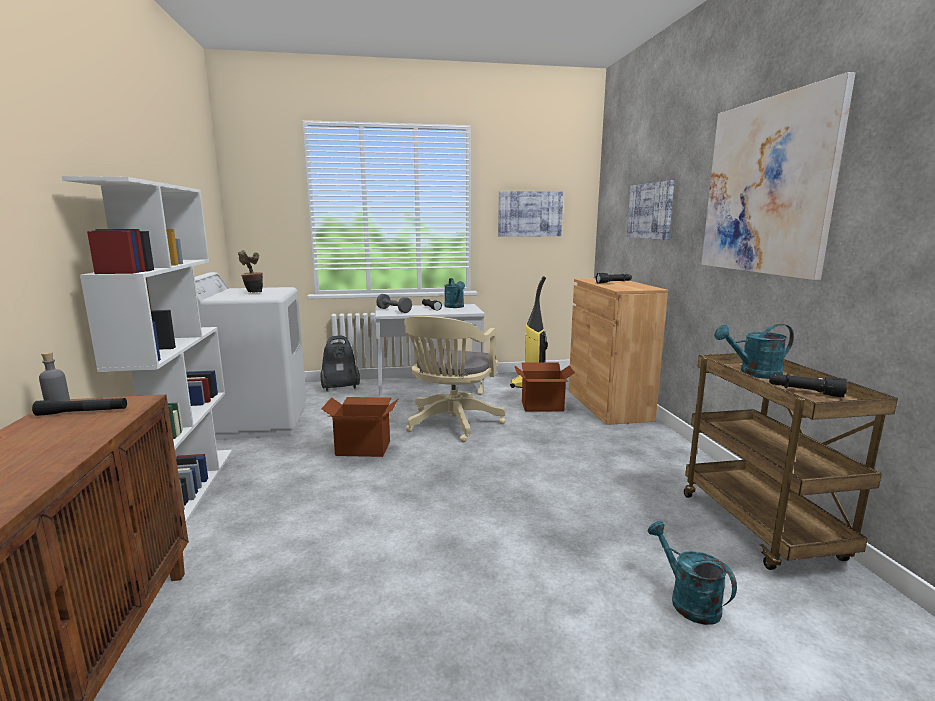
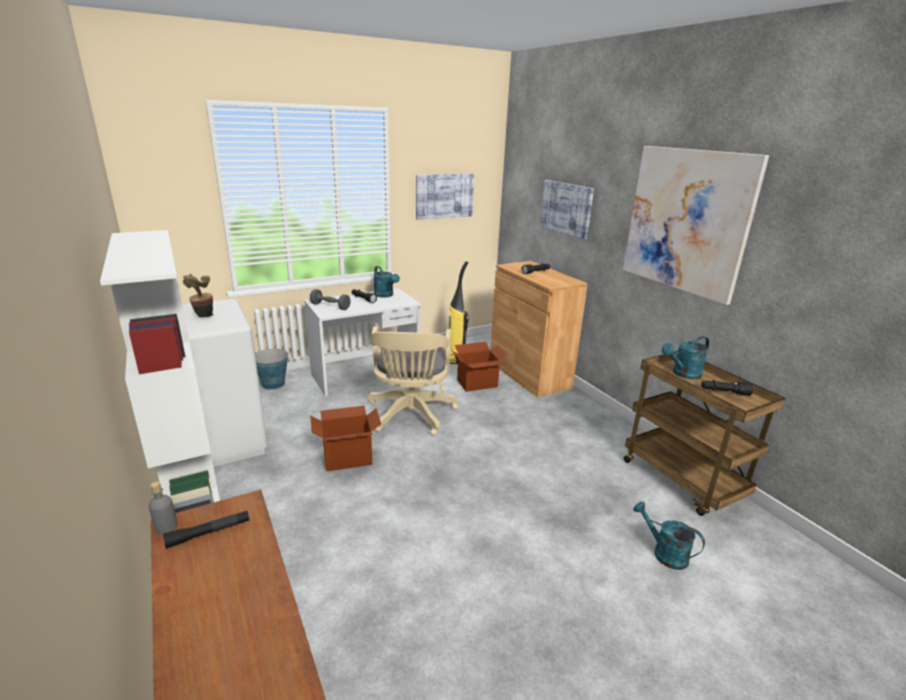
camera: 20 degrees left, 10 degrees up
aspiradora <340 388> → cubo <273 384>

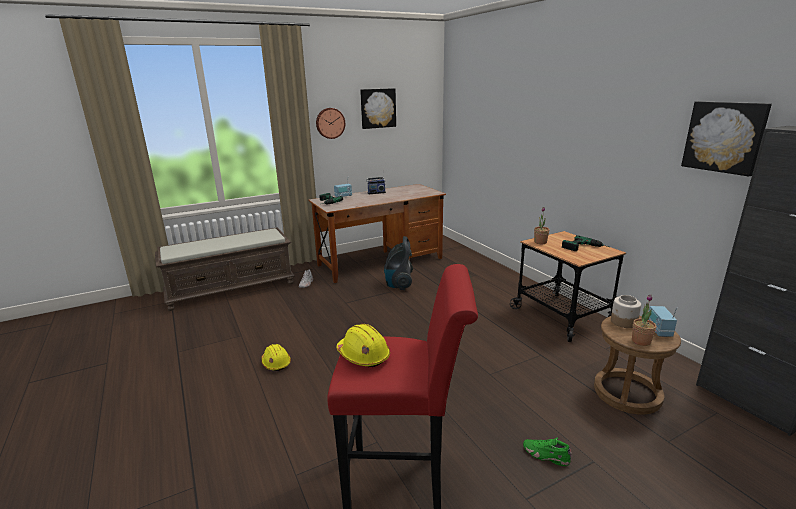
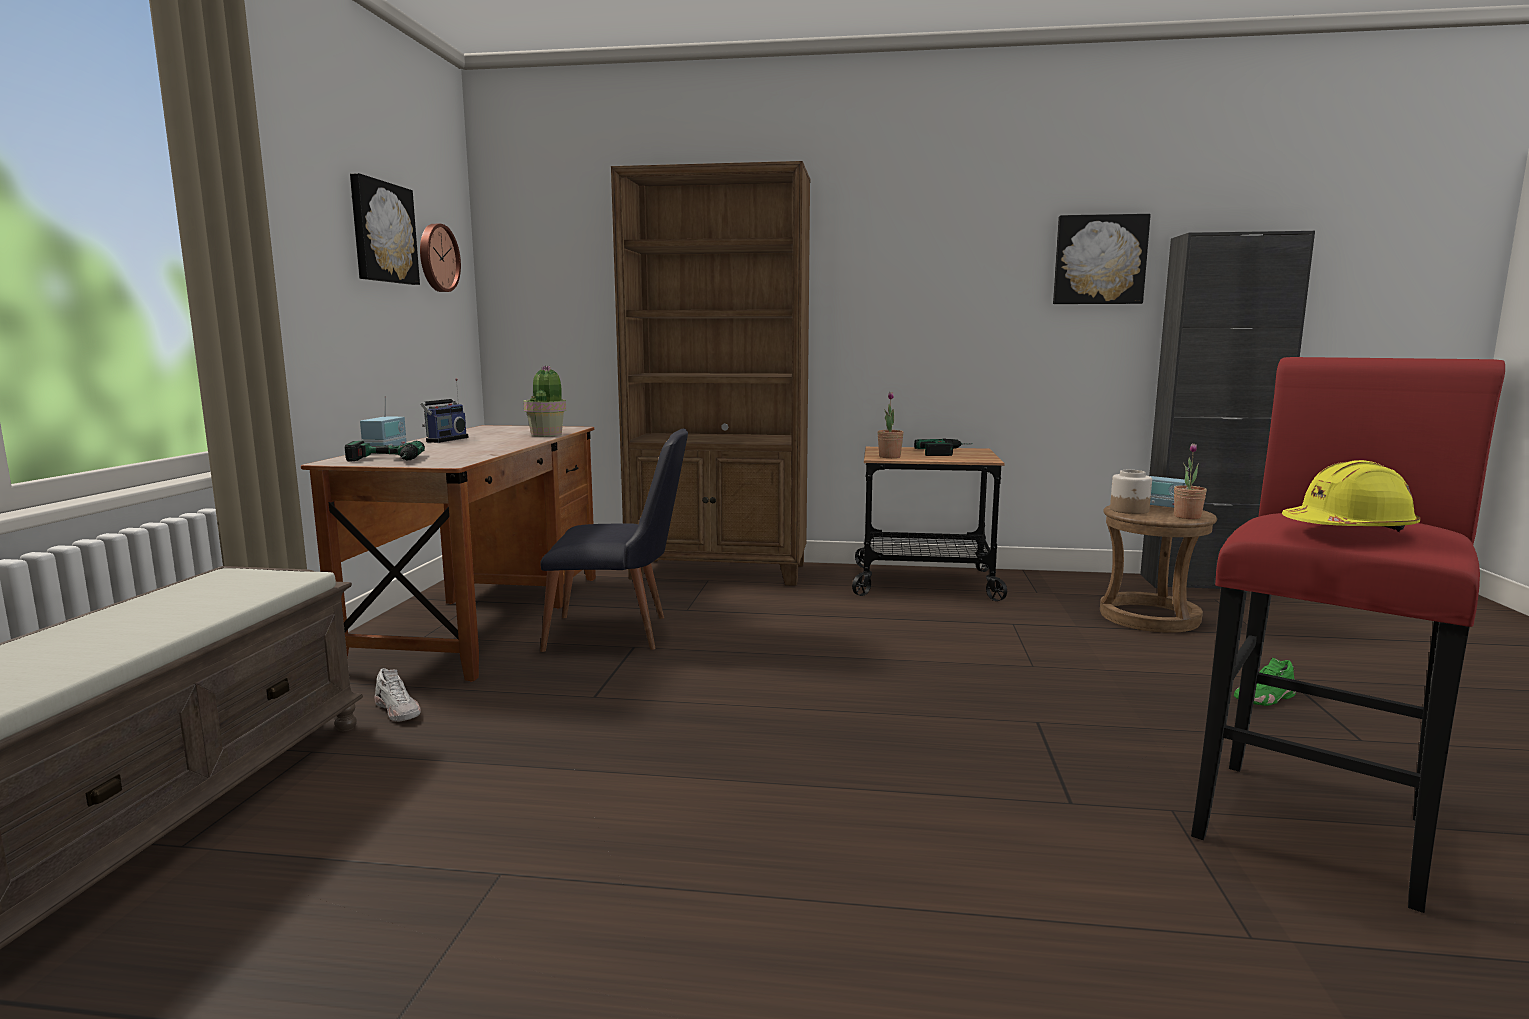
camera: 55 degrees left, 10 degrees down
reloj de pared <330 123> → reloj de pared <437 258>, shifted
- → planta en maceta <547 434>
aspiradora <398 284> → silla/negro <620 633>
- → estantería/marrón <720 572>
casco/amarillo <276 363> → -

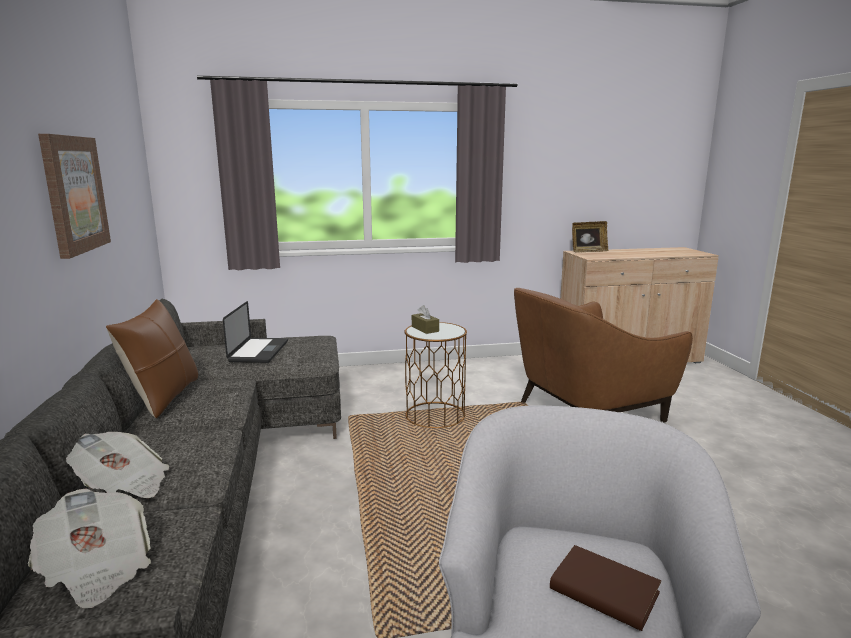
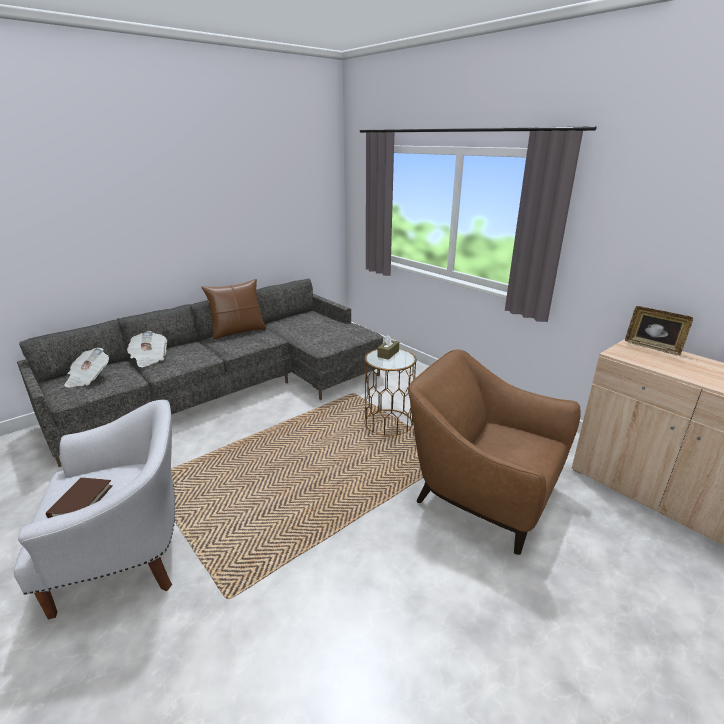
camera: 60 degrees right, 10 degrees up
cuadro <74 194> → -
portátil <259 351> → -

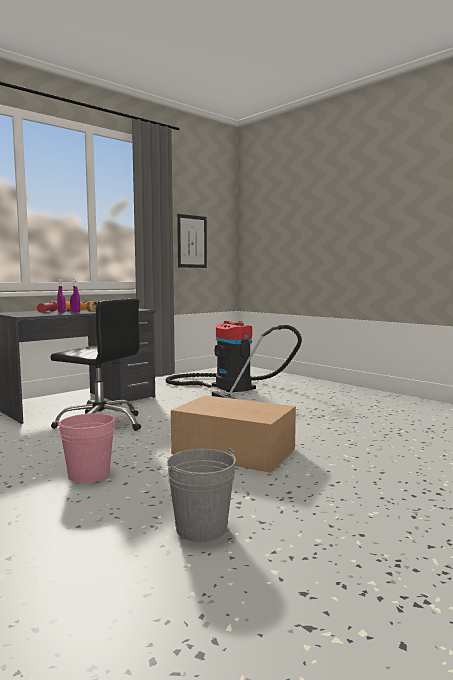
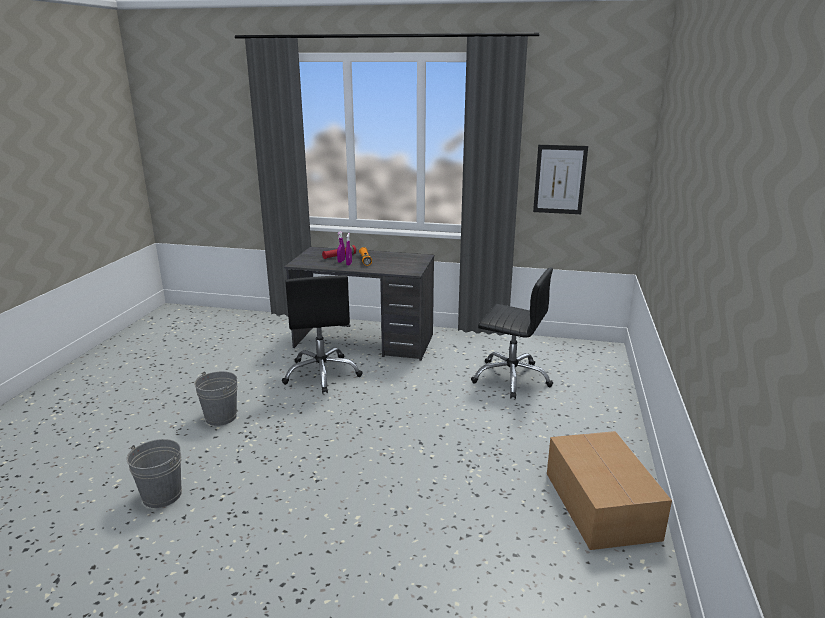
camera: 55 degrees right, 15 degrees up
cubo/rosa <89 474> → cubo/gris <221 417>
aspiradora <229 387> → silla de oficina/negro <511 378>
caja de cartón <235 451> → caja de cartón <600 506>, shifted

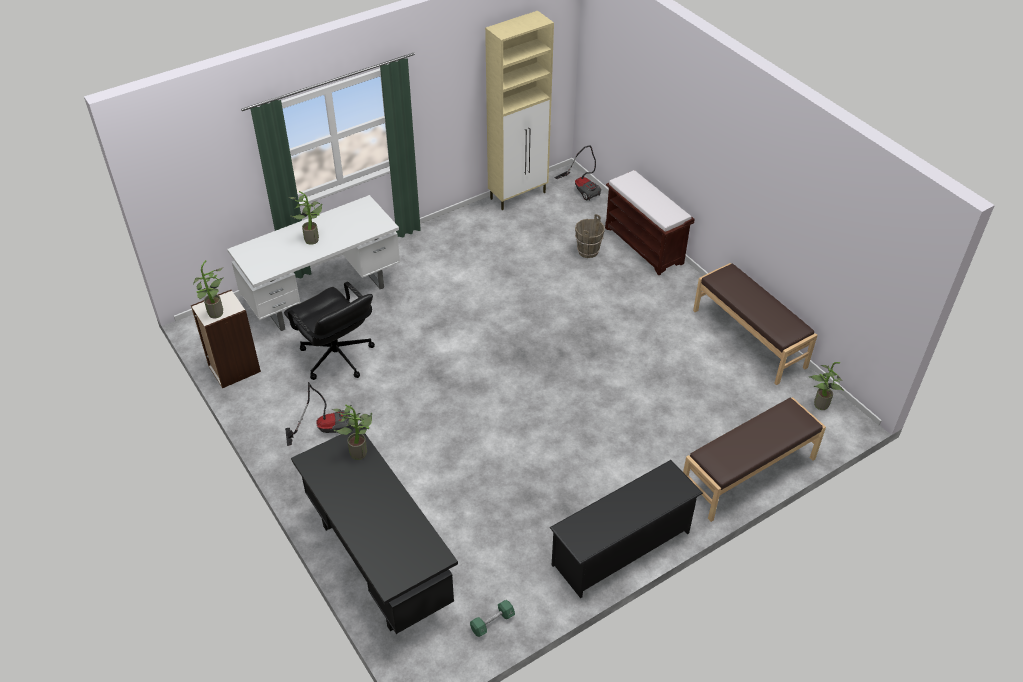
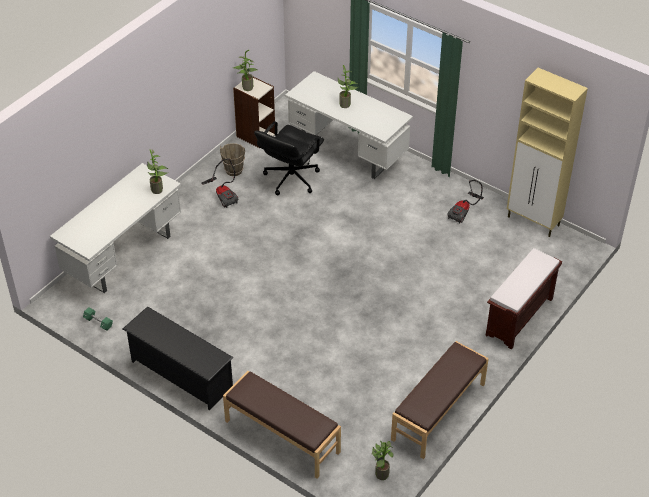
camera: 70 degrees right, 0 degrees up
escritorio/negro <378 564> → escritorio/blanco <124 256>
cubo/marrón <587 251> → cubo/marrón <234 170>, shifted
aspiradora <582 188> → aspiradora <464 211>, shifted

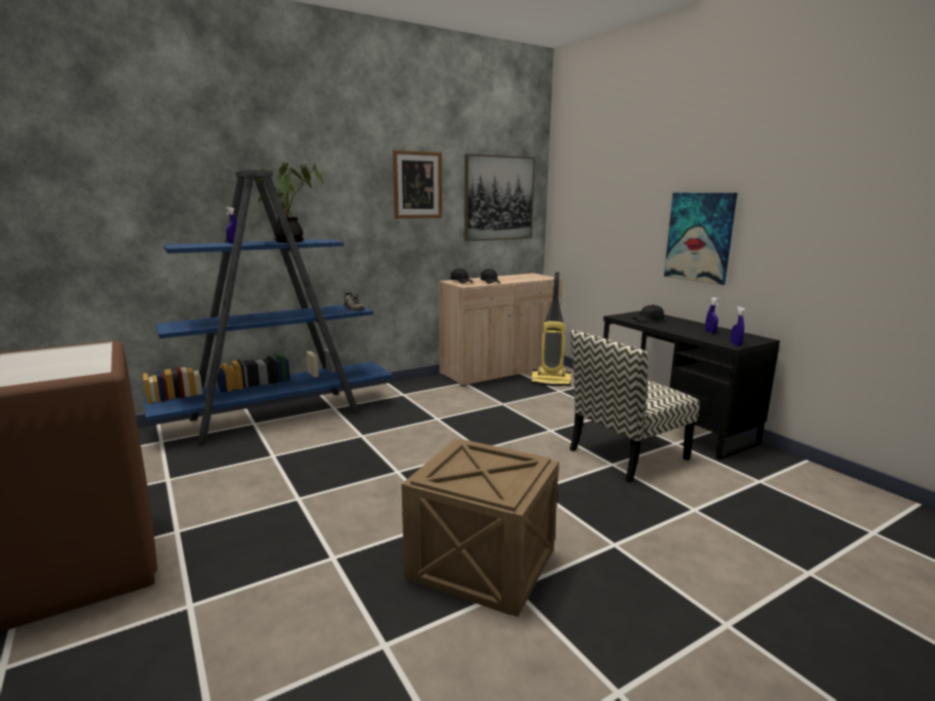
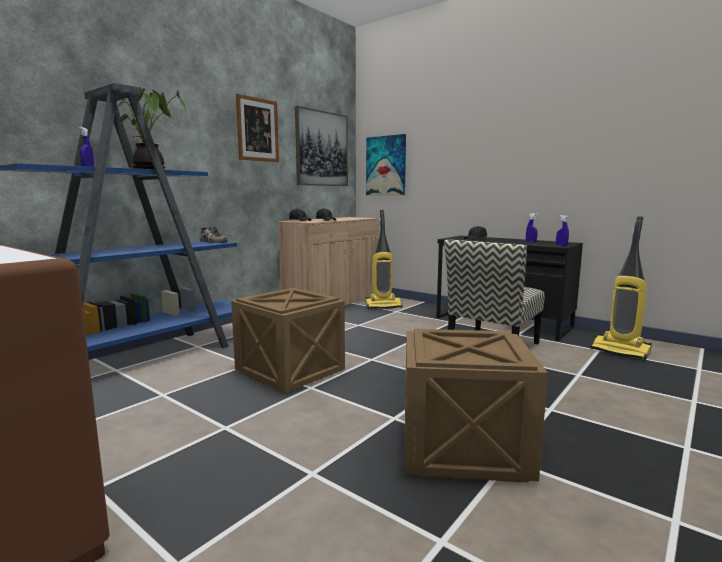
camera: 20 degrees left, 5 degrees down
- → caja de embalaje <289 371>
cuadro <699 237> → cuadro <386 165>, shifted
- → aspiradora <621 351>

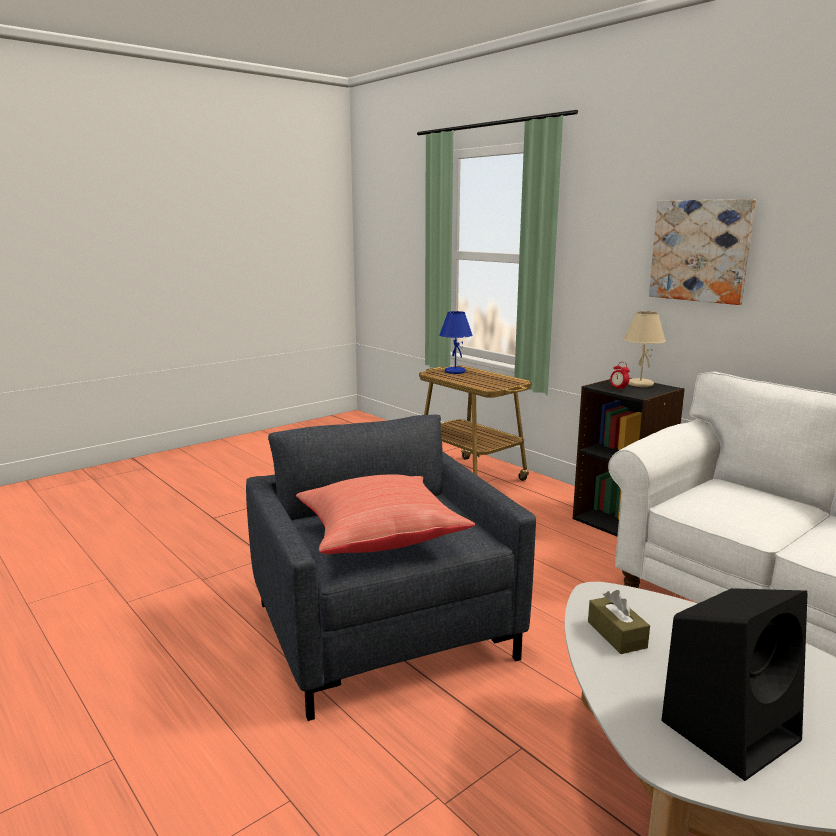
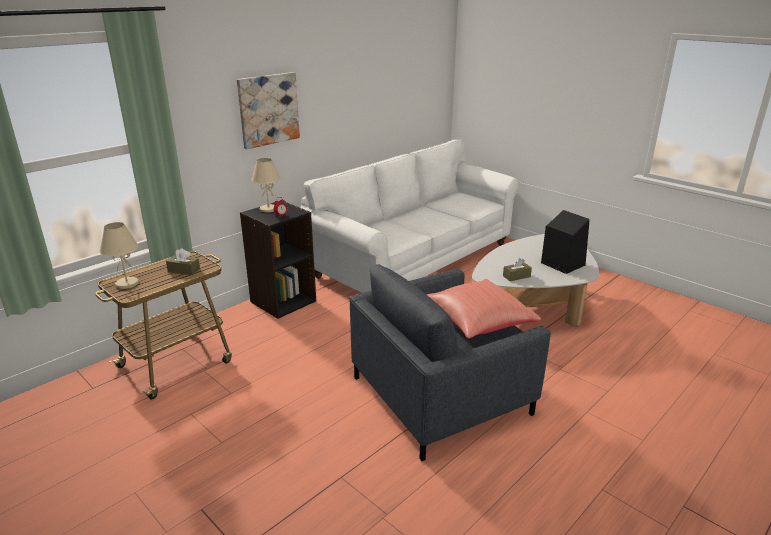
camera: 95 degrees left, 10 degrees up
lámpara de mesa/azul <454 371> → lámpara de mesa/beis <127 284>
- → caja de pañuelos/marrón <184 270>

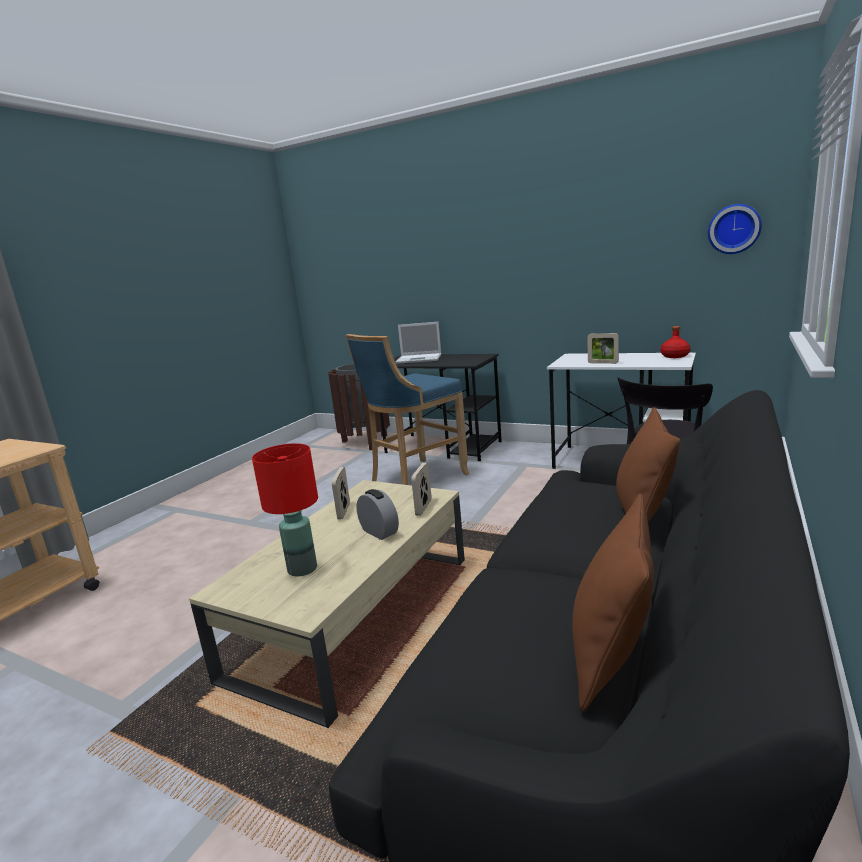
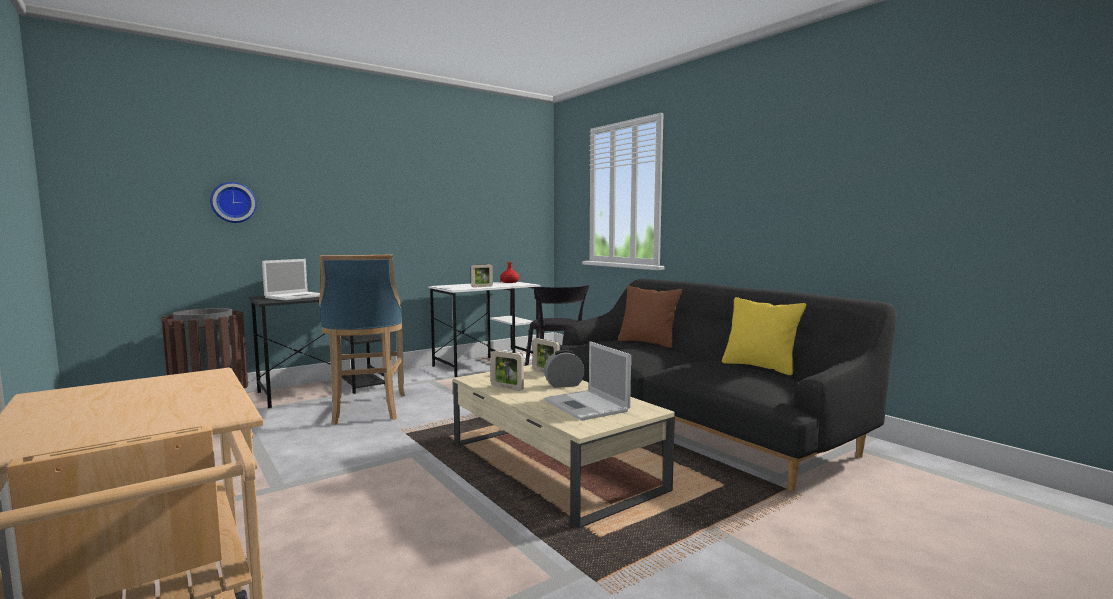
camera: 65 degrees left, 10 degrees down
reloj de pared <734 229> → reloj de pared <233 202>, shifted
lámpara de mesa/rojo <302 569> → portátil <587 406>
cojín/marrón <611 657> → cojín/amarillo <760 367>

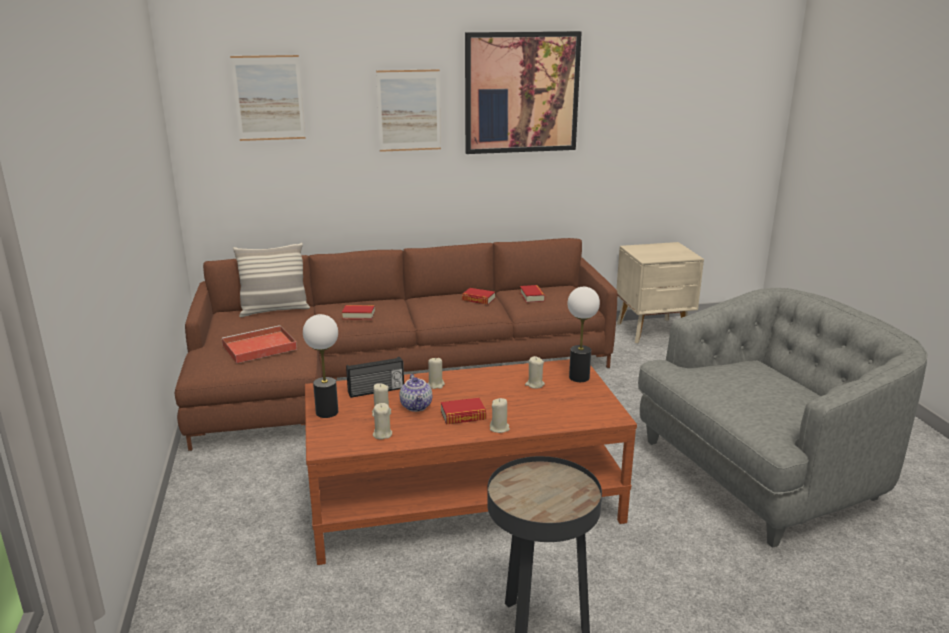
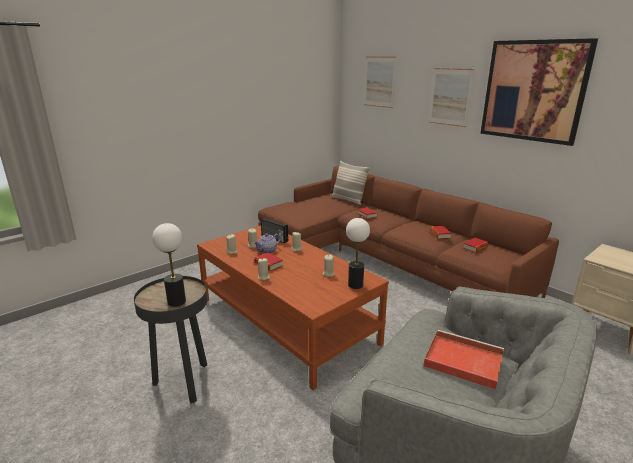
camera: 60 degrees right, 0 degrees up
lámpara de mesa <327 412> → lámpara de mesa <176 301>, shifted
bandeja/rojo <258 348> → bandeja/rojo <461 360>, shifted

